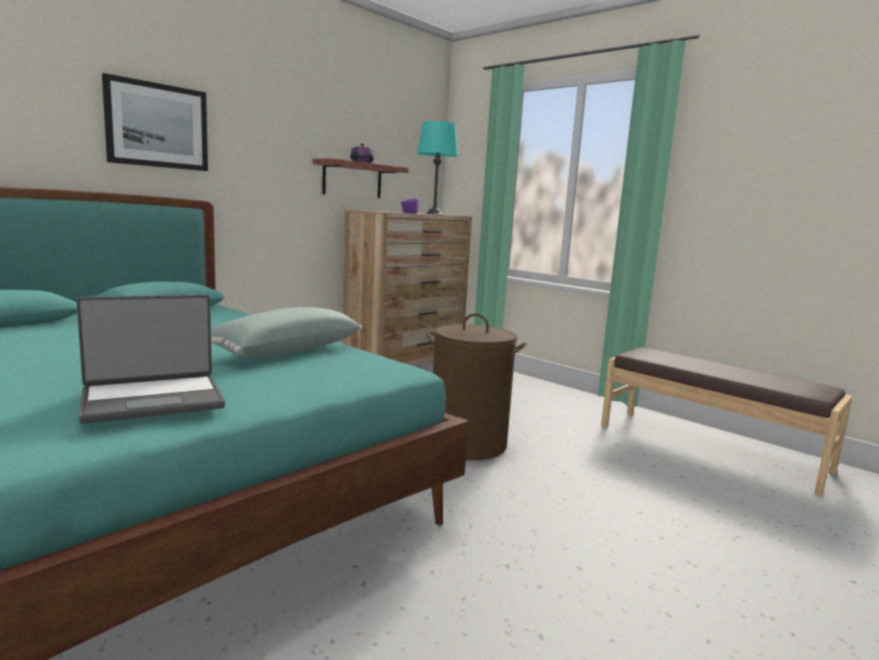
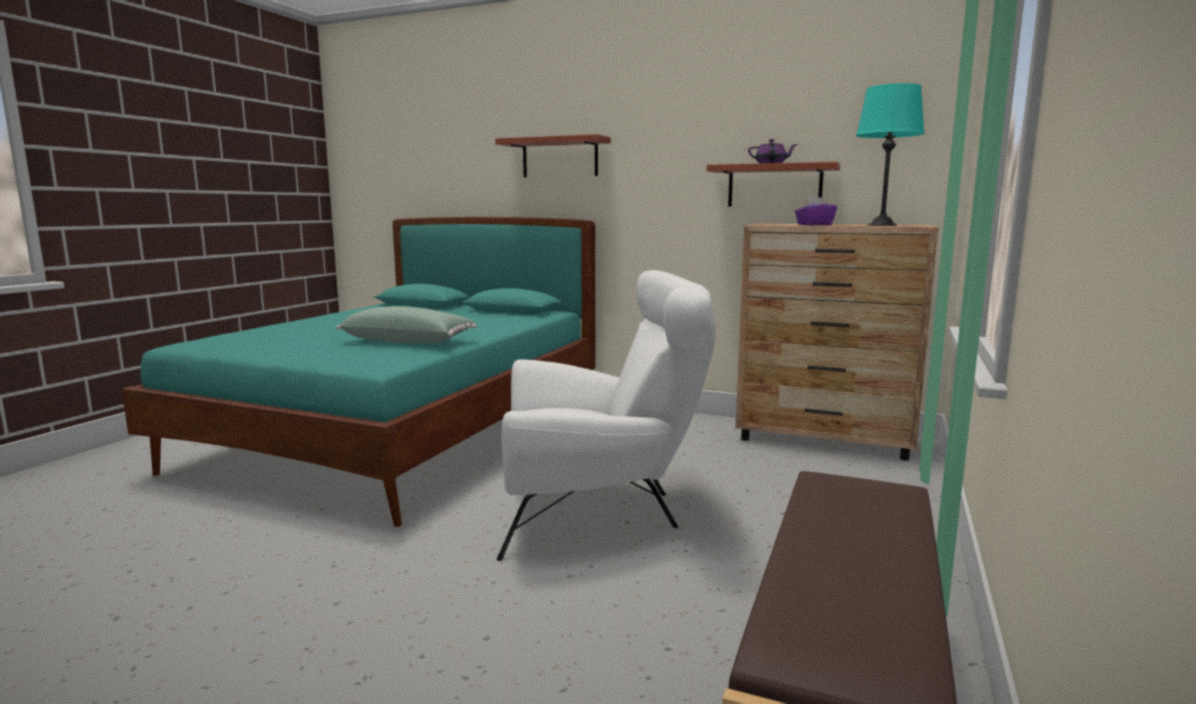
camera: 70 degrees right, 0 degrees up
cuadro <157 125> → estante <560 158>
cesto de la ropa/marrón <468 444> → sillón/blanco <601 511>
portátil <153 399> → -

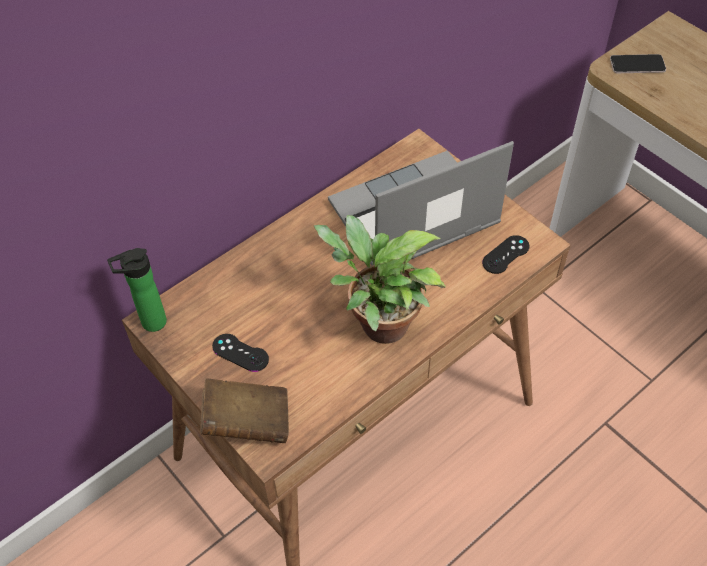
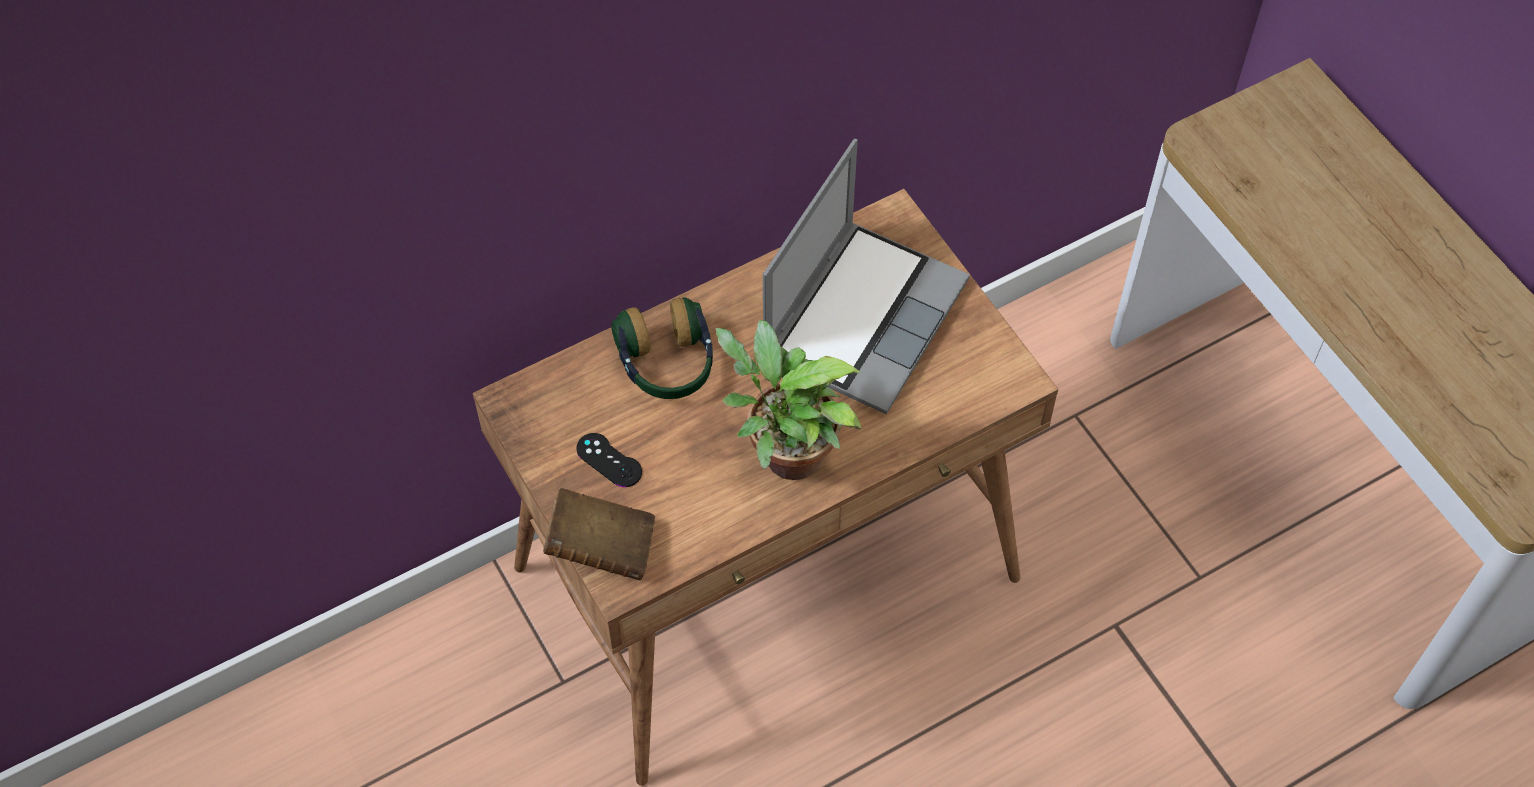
camera: 10 degrees right, 5 degrees up
- → auriculares <667 364>
portátil <413 217> → portátil <863 316>, 135 degrees clockwise
botella <150 323> → -
mando de consola/negro <505 255> → -
móvil <637 65> → -

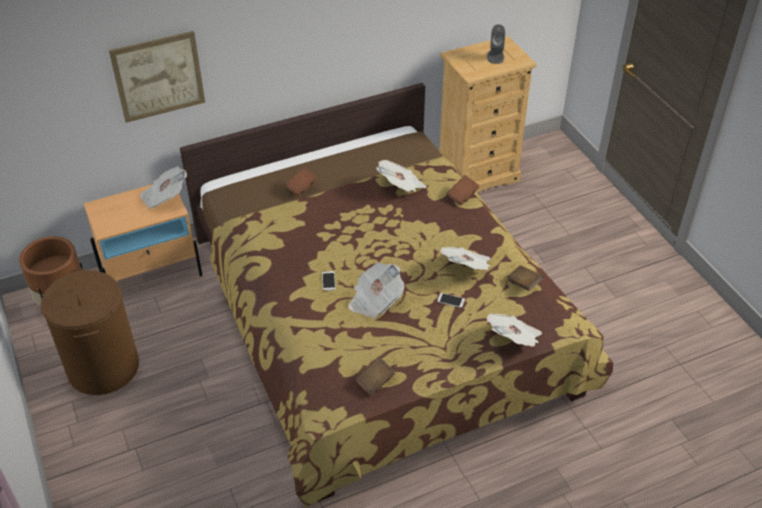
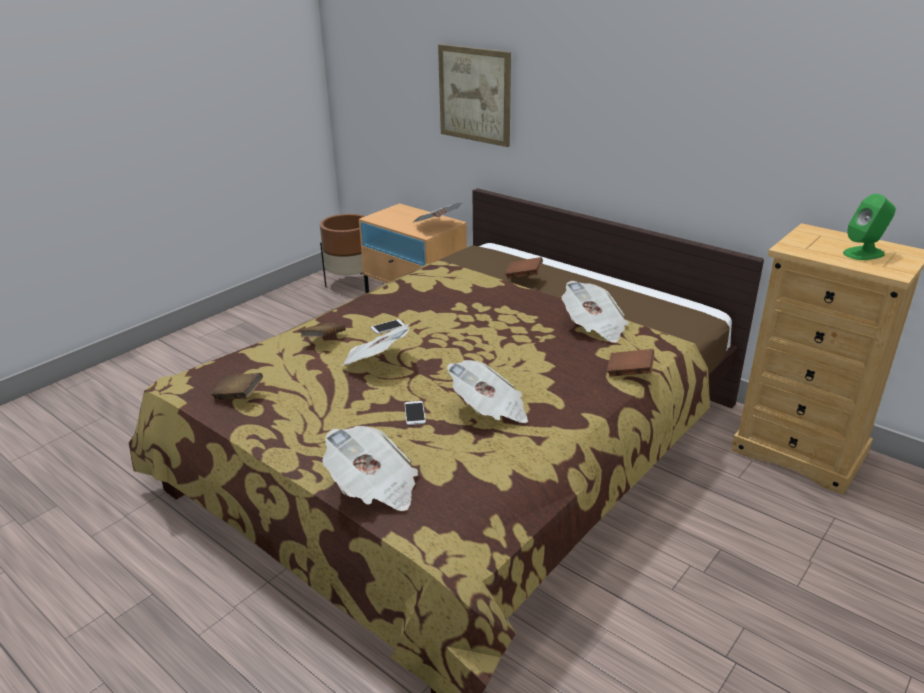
camera: 65 degrees right, 15 degrees down
libro/marrón <523 283> → libro/marrón <323 340>, shifted
altavoz/gris <495 56> → altavoz/verde <864 253>
cesto de la ropa/marrón <103 367> → -

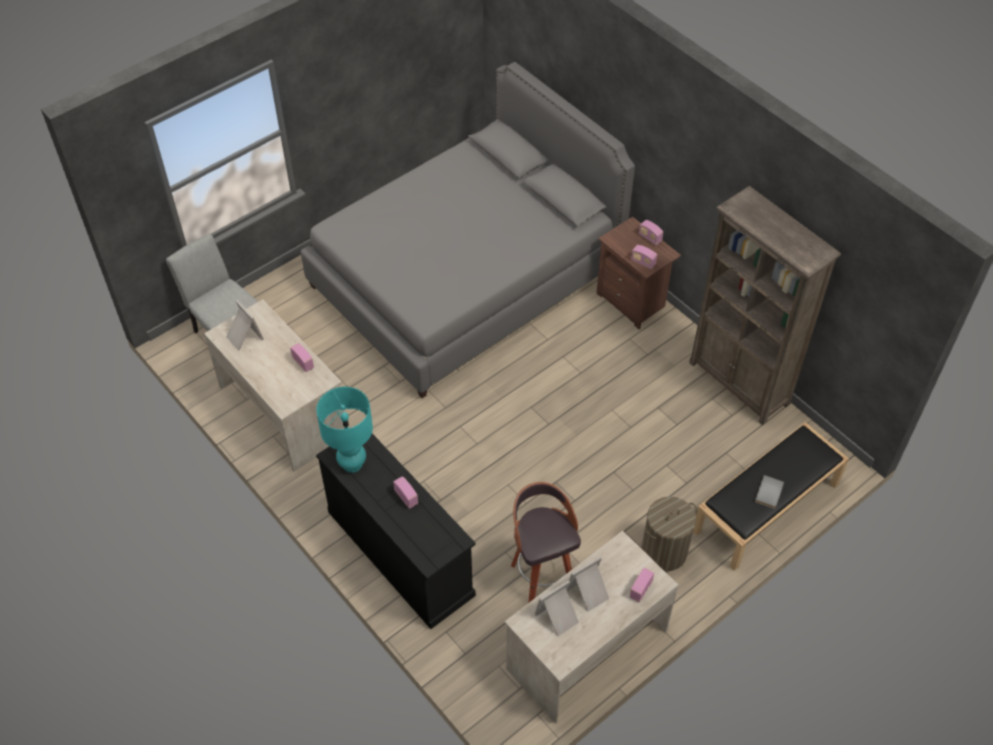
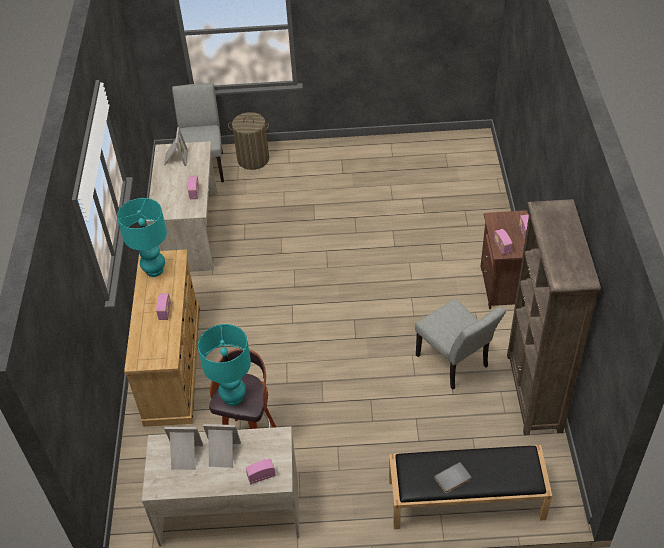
camera: 40 degrees right, 5 degrees down
cómoda/negro <399 552> → cómoda/beis <172 363>
- → lámpara de mesa/turquesa <233 398>
cesto de la ropa <664 551> → cesto de la ropa <253 159>, shifted
- → silla/gris <455 364>
cama/gris <465 277> → -

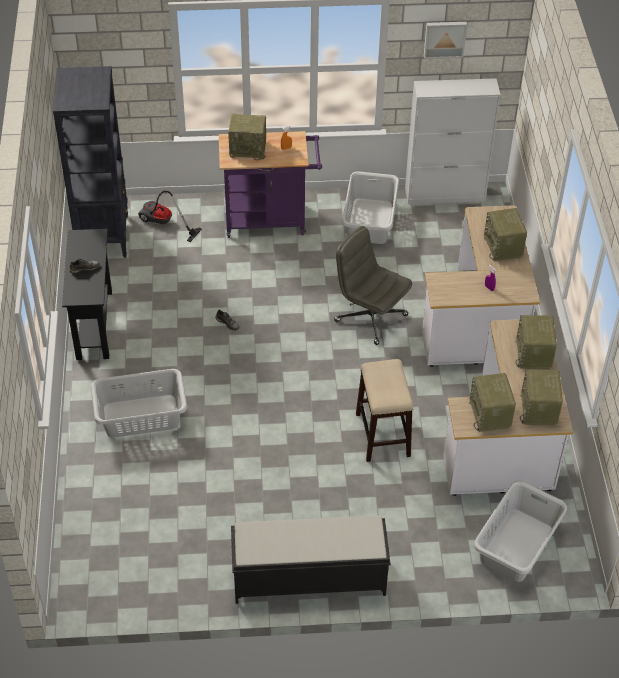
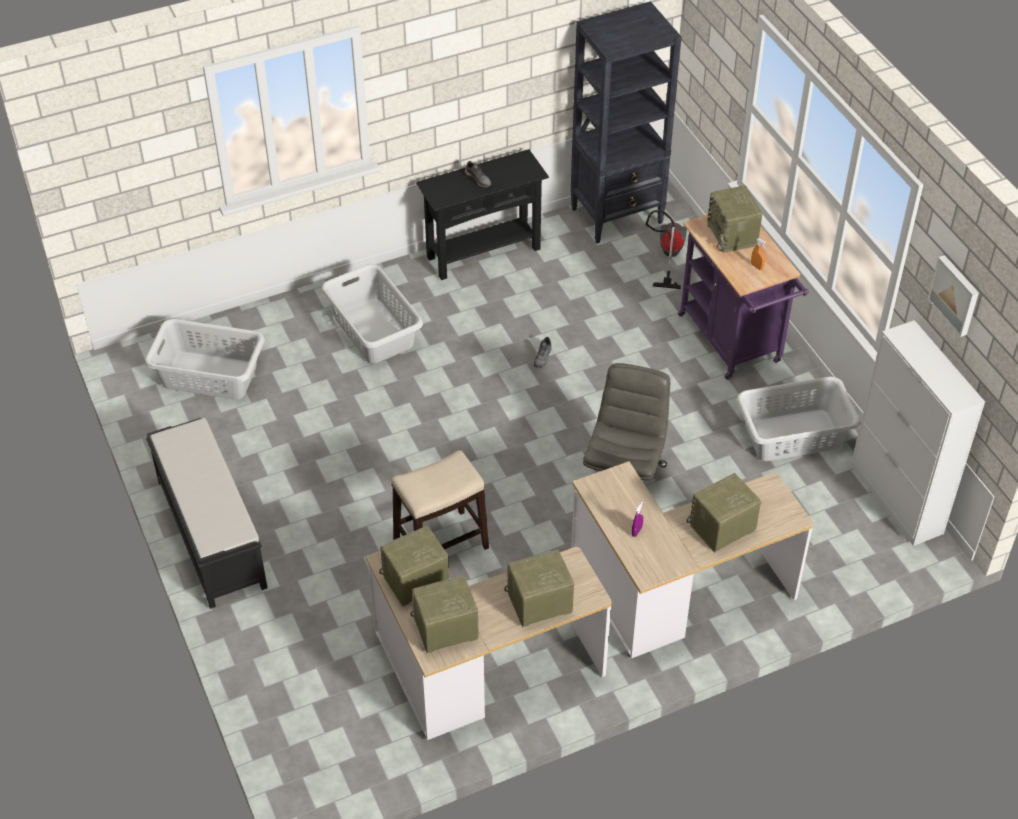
camera: 70 degrees right, 0 degrees up
cesto de la ropa/gris <515 545> → cesto de la ropa/gris <209 375>, shifted

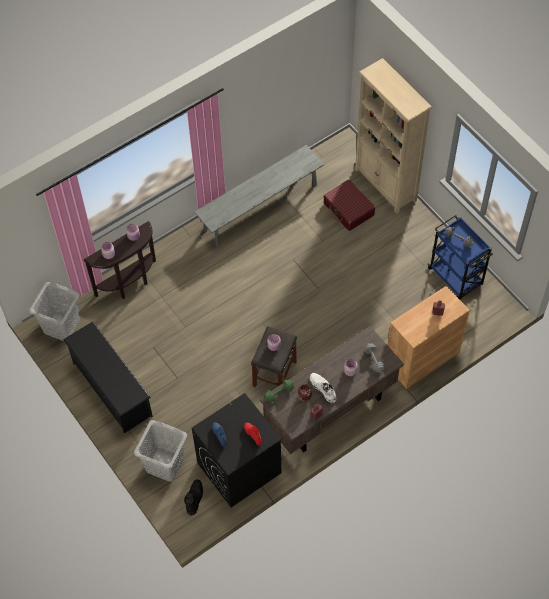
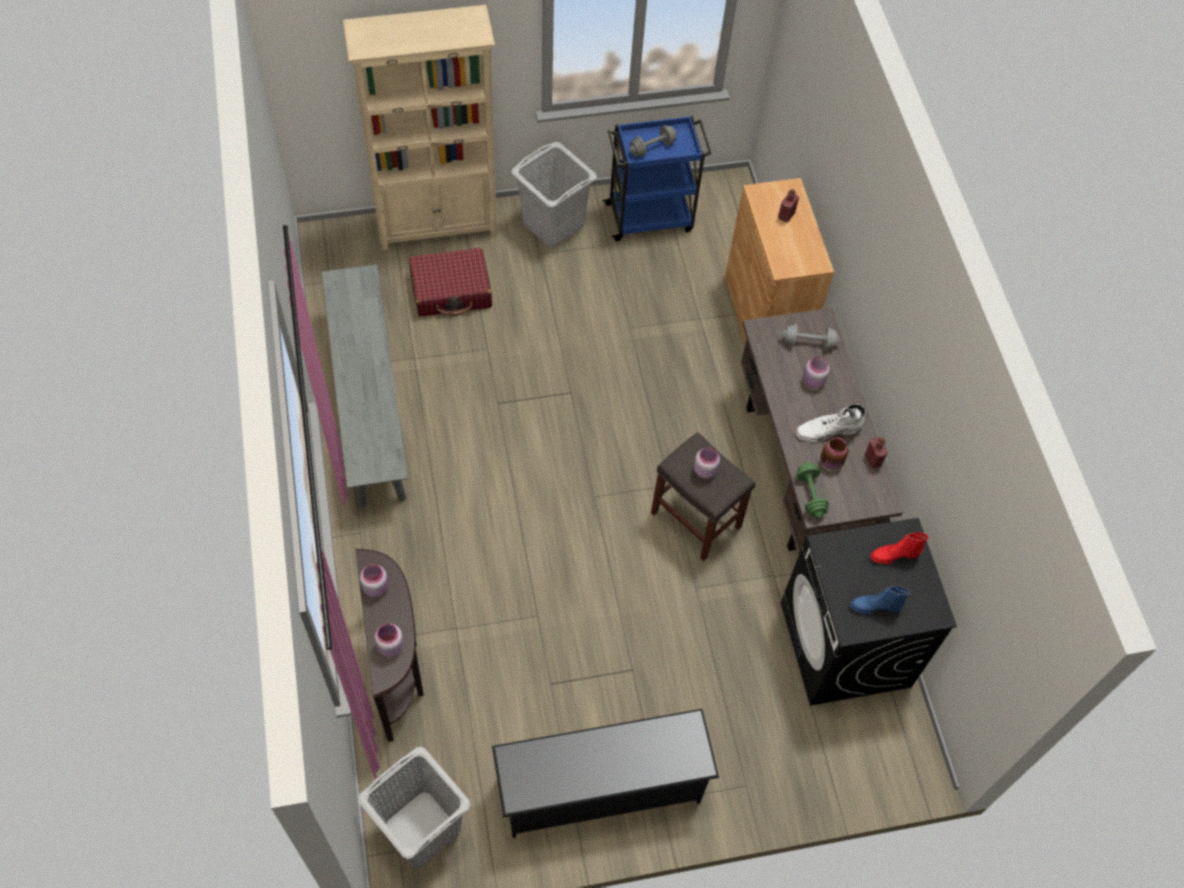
camera: 70 degrees left, 0 degrees up
cesto de la ropa/gris <164 464> → cesto de la ropa/gris <552 225>, shifted
bota/negro <194 498> → -

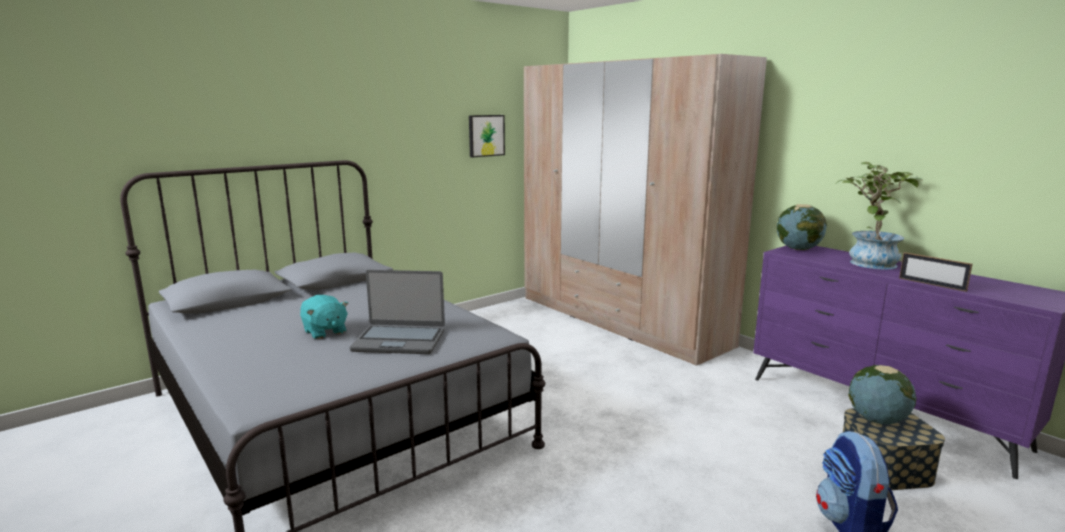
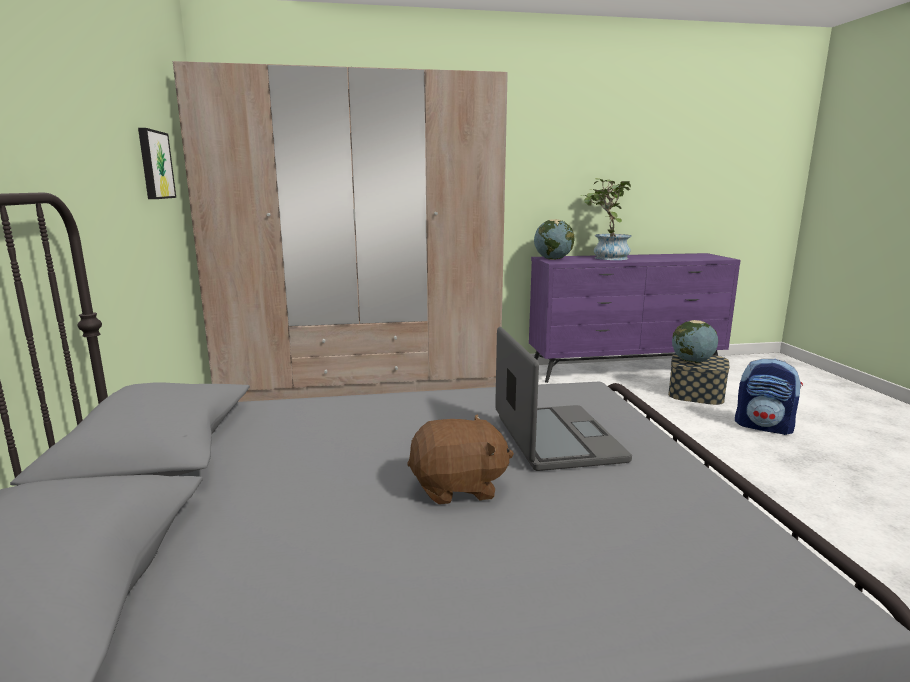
camera: 60 degrees left, 0 degrees up
peluche/turquesa <324 332> → peluche/marrón <458 487>
portátil <399 340> → portátil <555 438>, 45 degrees counterclockwise
portarretratos <931 284> → -

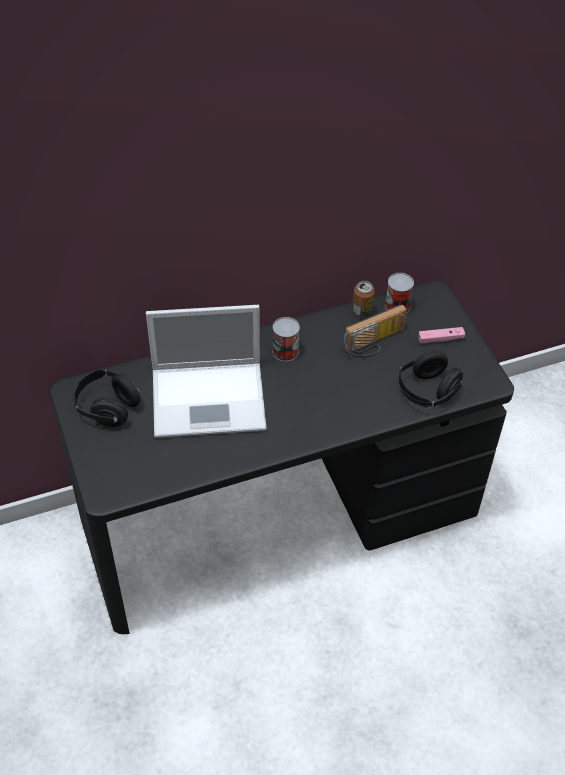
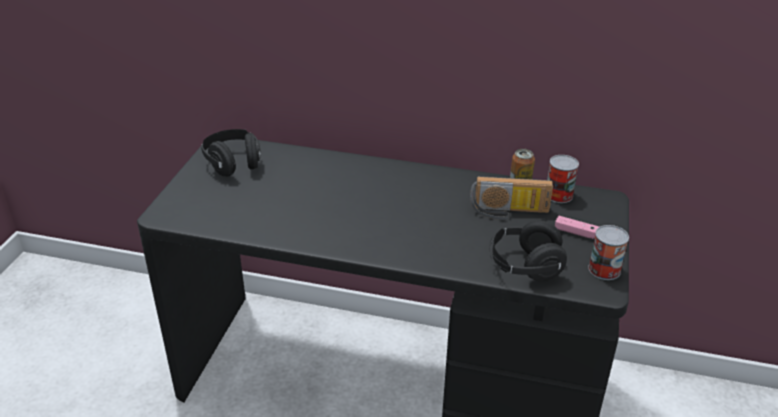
camera: 35 degrees right, 15 degrees down
lata <285 351> → lata <604 269>, shifted
portátil <211 399> → -

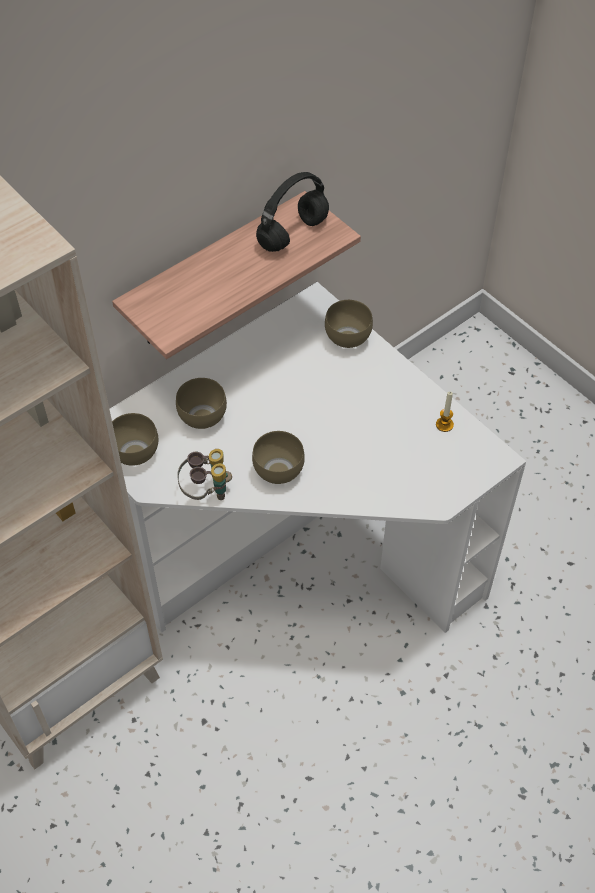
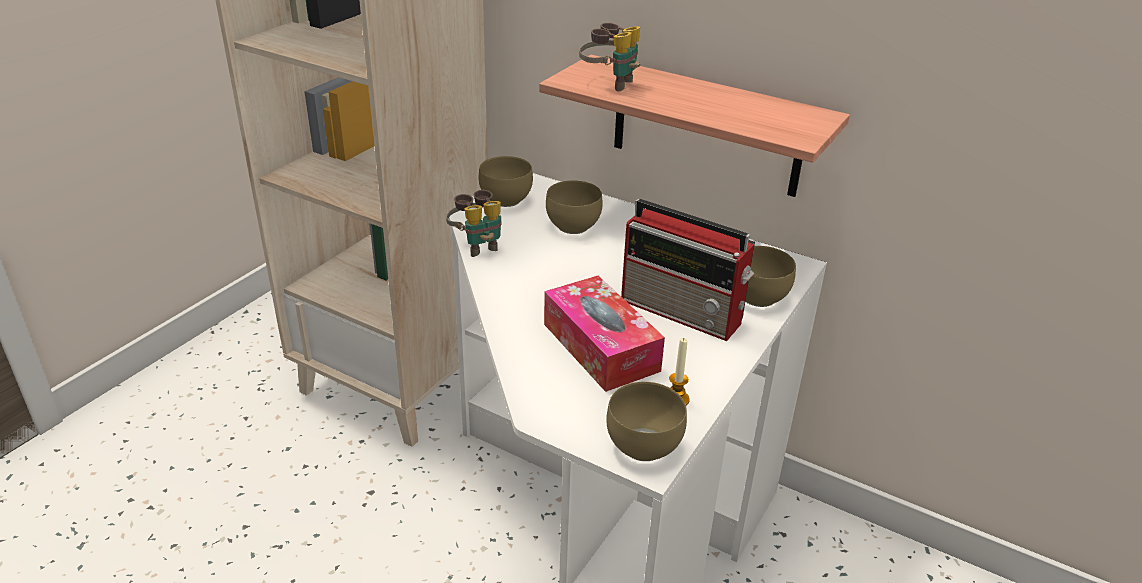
camera: 70 degrees right, 20 degrees down
- → caja de pañuelos <600 347>
- → prismáticos <609 83>
cuenco/marrón <277 472> → cuenco/marrón <641 445>, shifted
- → radio <684 312>
auriculares/negro <292 235> → -

